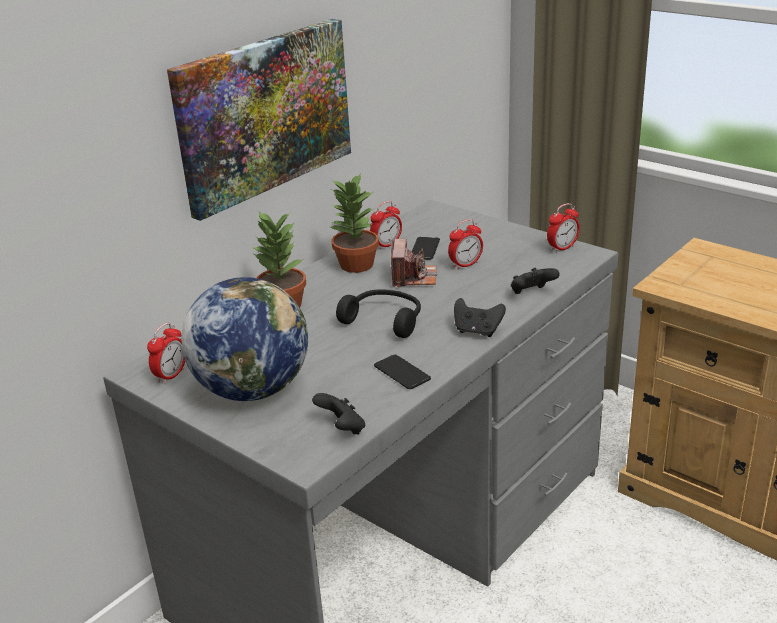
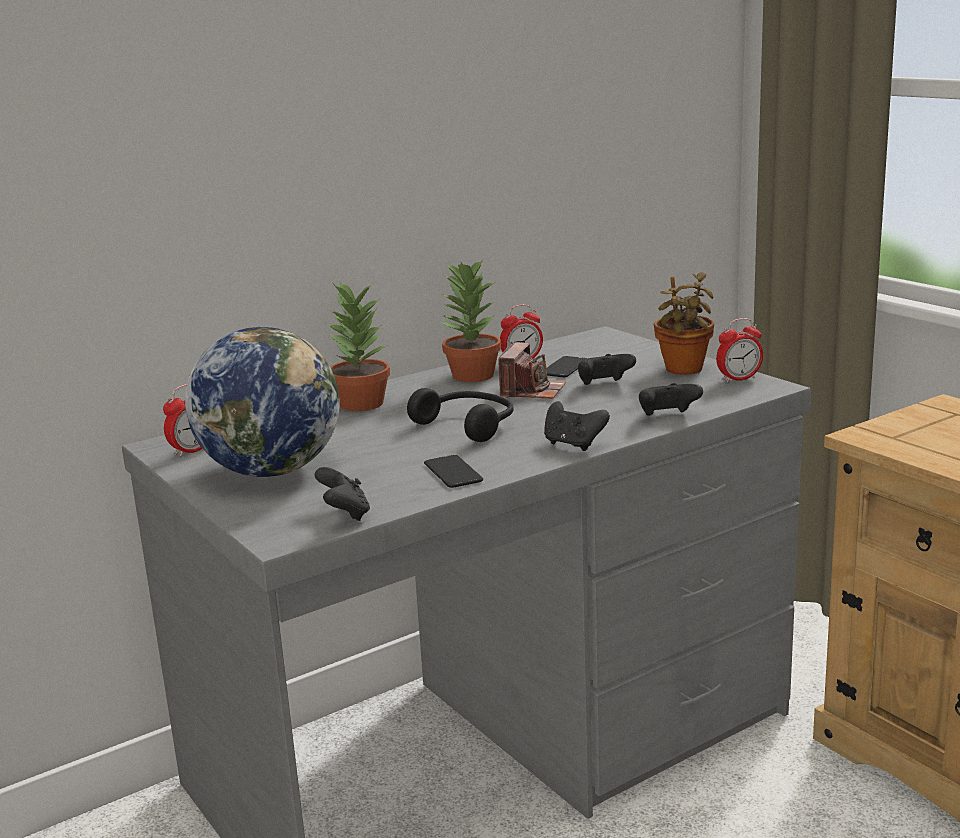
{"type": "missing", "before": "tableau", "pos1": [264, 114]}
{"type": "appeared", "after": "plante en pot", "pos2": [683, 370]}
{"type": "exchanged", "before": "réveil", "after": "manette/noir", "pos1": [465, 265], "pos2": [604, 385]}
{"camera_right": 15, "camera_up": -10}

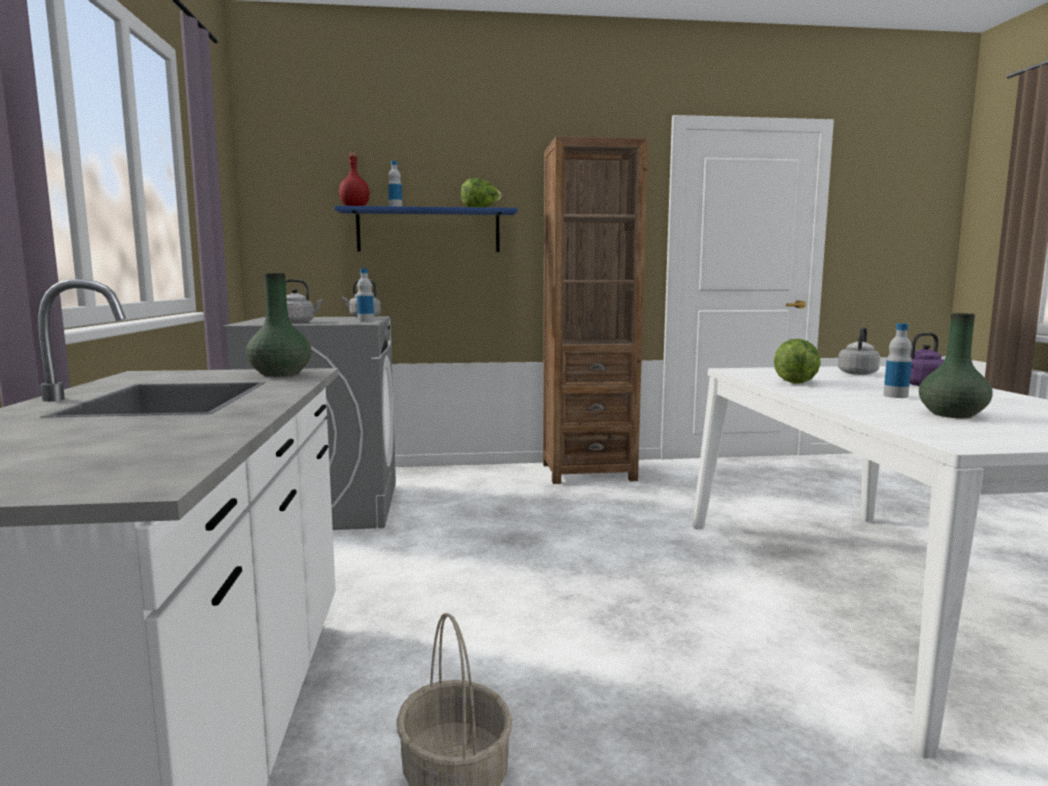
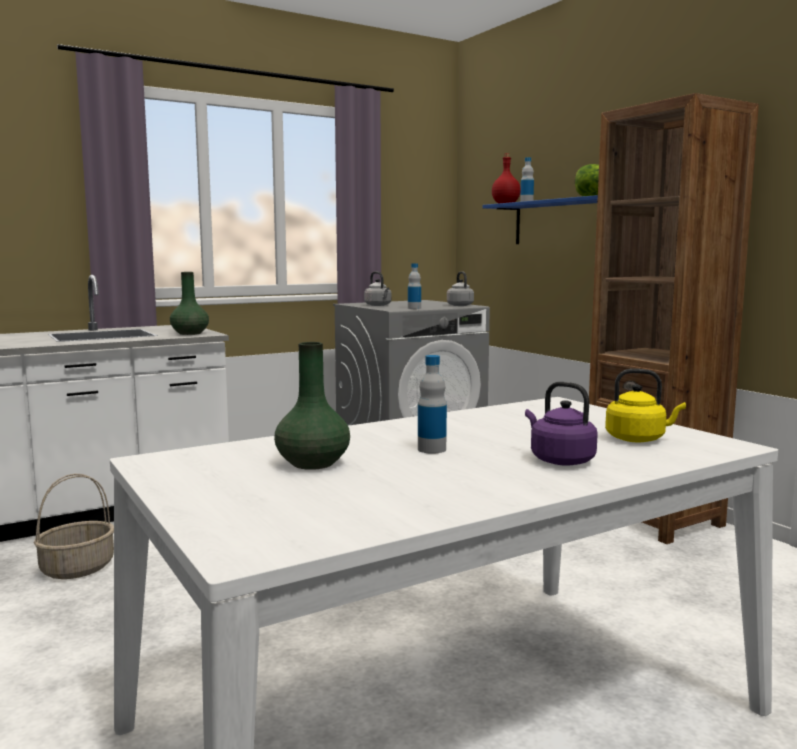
{"type": "missing", "before": "laitue", "pos1": [795, 382]}
{"type": "colour", "before": "bouilloire/gris", "after": "bouilloire/jaune", "pos1": [858, 373], "pos2": [638, 439]}
{"camera_right": 65, "camera_up": 0}

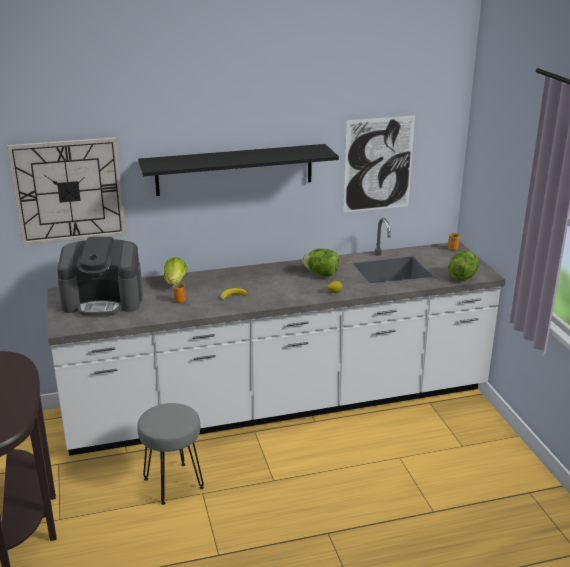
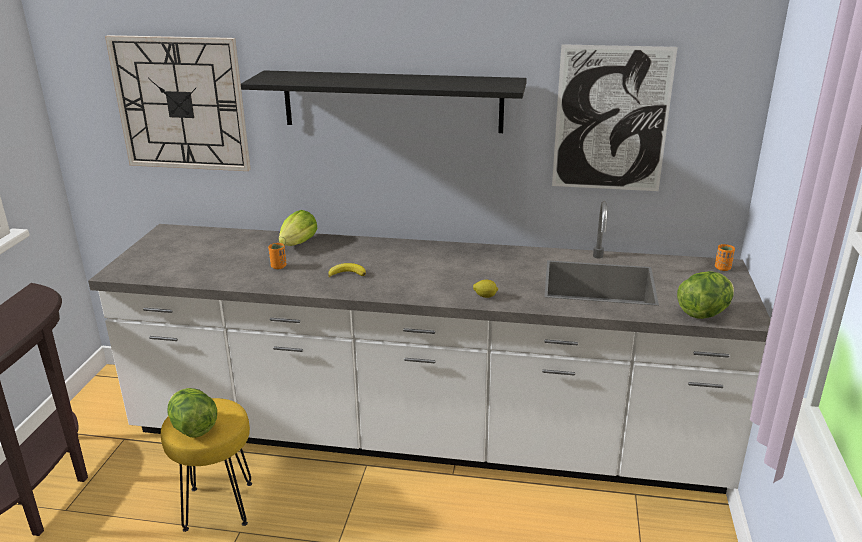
{"type": "missing", "before": "machine à café", "pos1": [104, 301]}
{"type": "relocated", "before": "laitue", "pos1": [321, 274], "pos2": [194, 428]}
{"type": "colour", "before": "tabouret/gris", "after": "tabouret/jaune", "pos1": [172, 483], "pos2": [218, 505]}
{"camera_right": 25, "camera_up": 0}

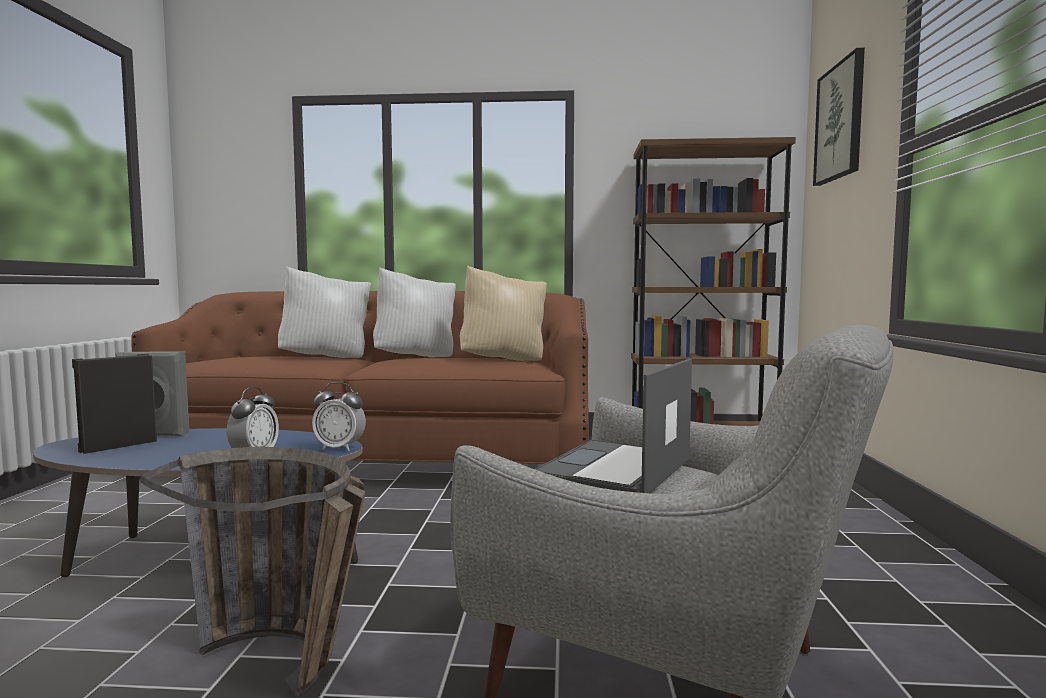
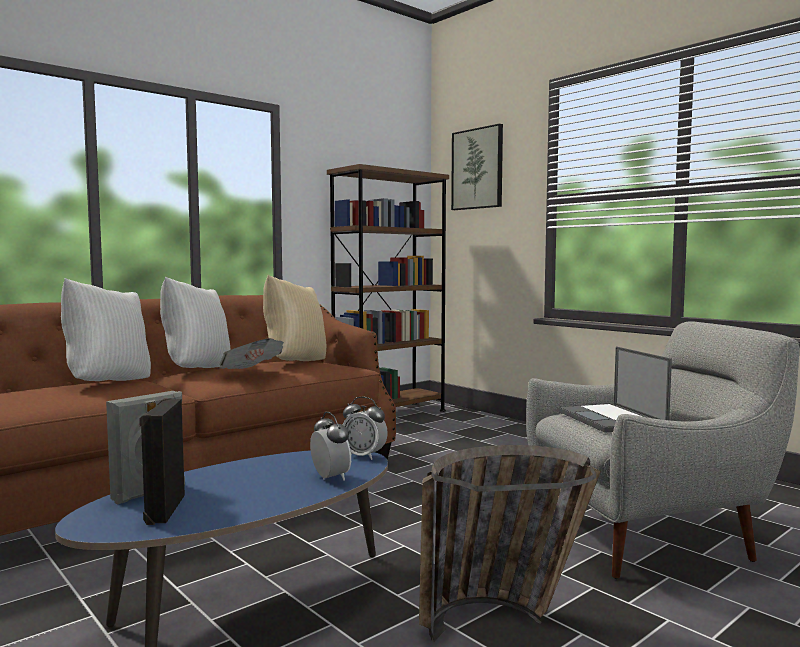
{"type": "appeared", "after": "journal", "pos2": [251, 373]}
{"type": "spun", "before": "réveil", "pos1": [340, 448], "pos2": [364, 456], "turn": 60}
{"camera_right": -45, "camera_up": 0}

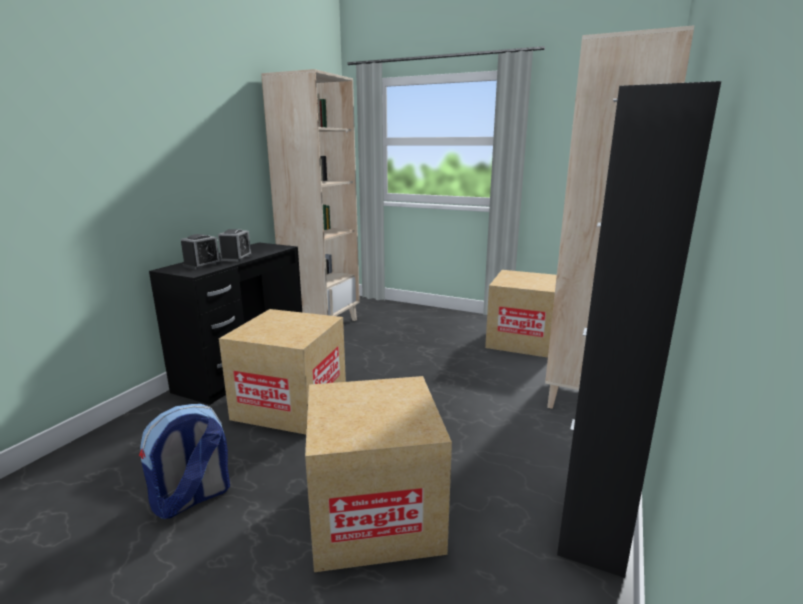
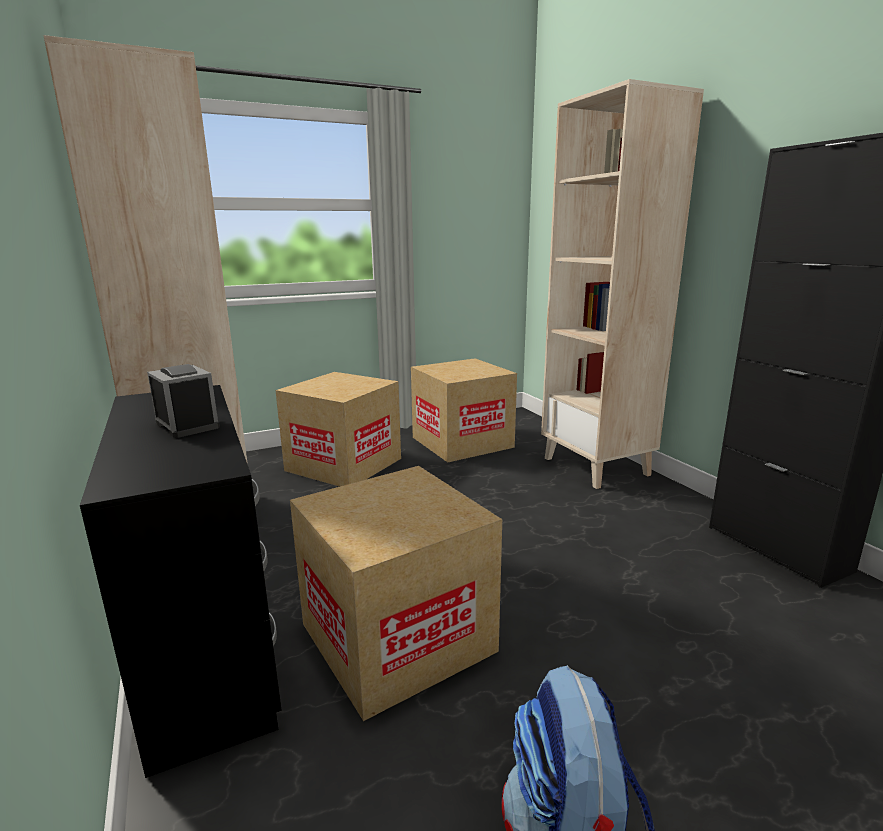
{"type": "missing", "before": "réveil", "pos1": [202, 265]}
{"type": "relocated", "before": "carton", "pos1": [375, 514], "pos2": [344, 464]}
{"camera_right": -50, "camera_up": 0}

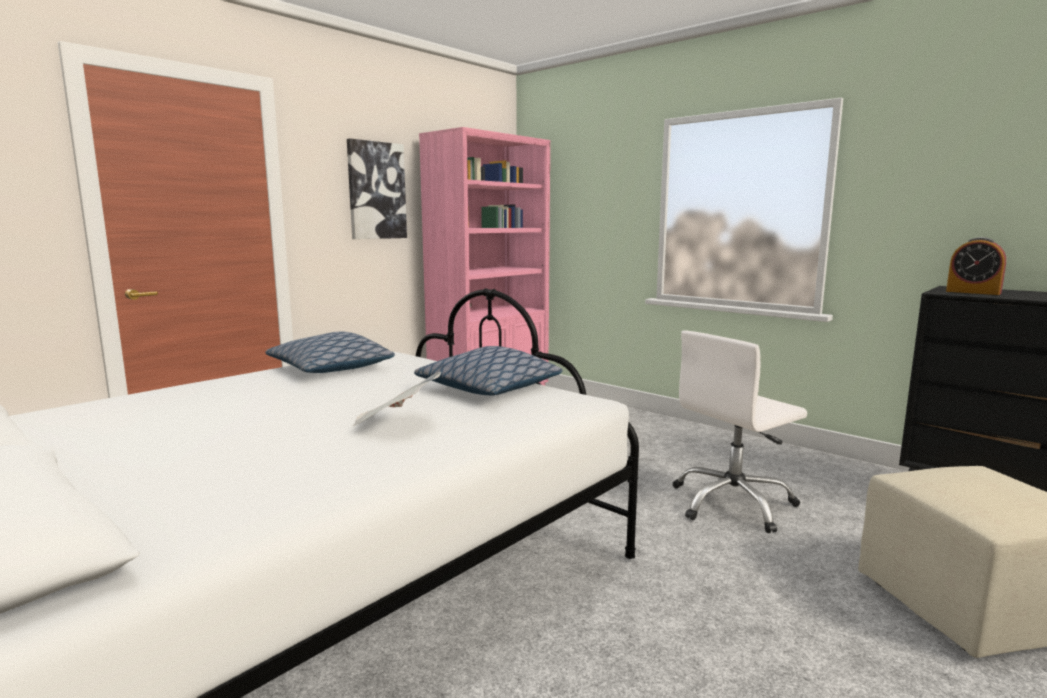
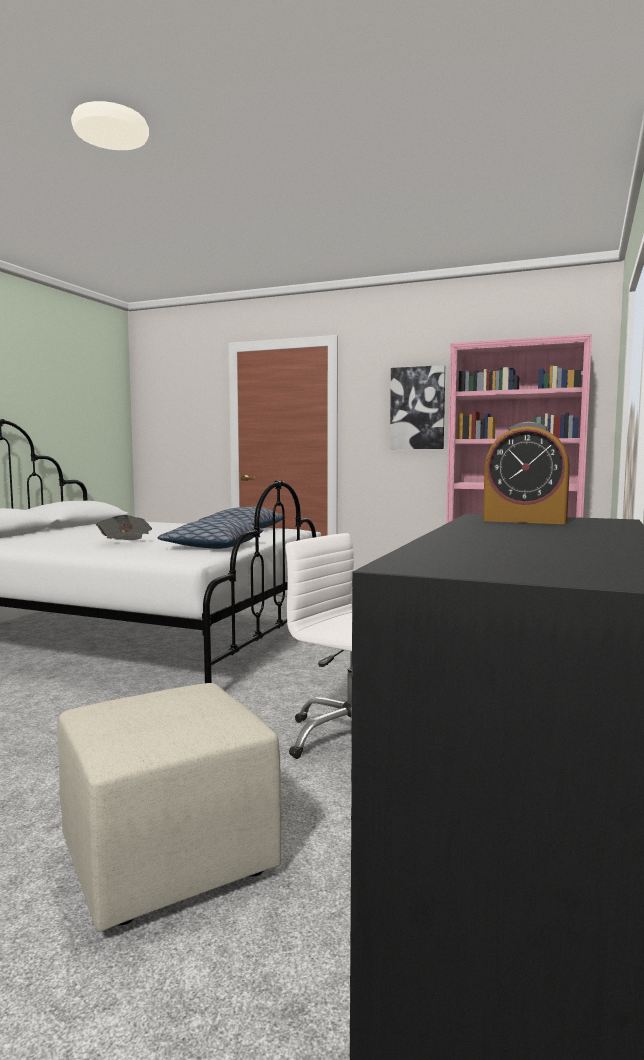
{"type": "spun", "before": "réveil", "pos1": [973, 292], "pos2": [524, 521], "turn": -90}
{"camera_right": 70, "camera_up": -5}

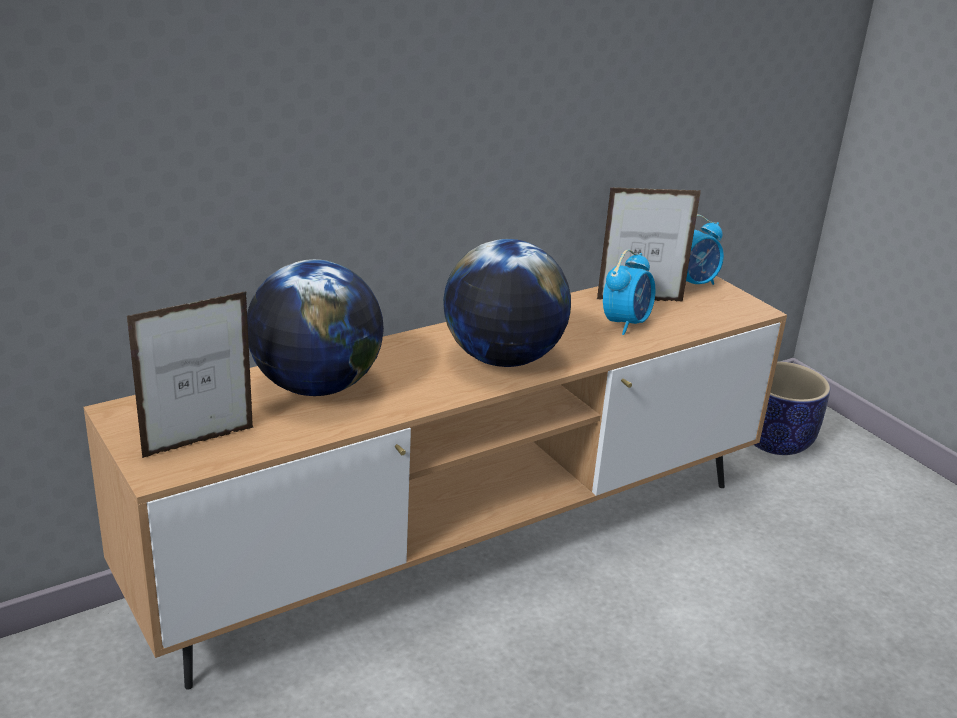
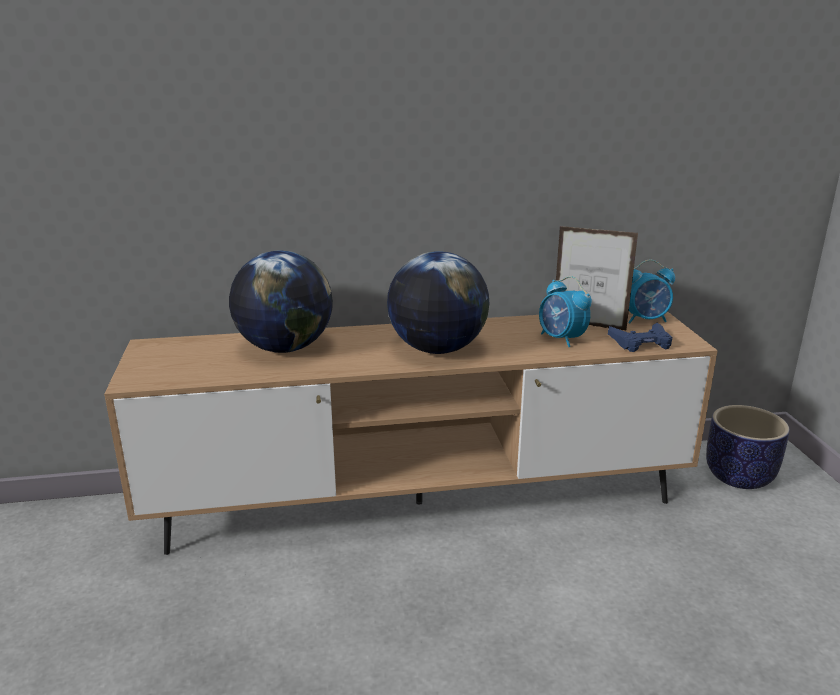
{"type": "missing", "before": "cadre photo", "pos1": [199, 442]}
{"type": "appeared", "after": "manette/bleu", "pos2": [641, 342]}
{"type": "spun", "before": "réveil", "pos1": [626, 323], "pos2": [561, 339], "turn": 90}
{"camera_right": 25, "camera_up": -5}

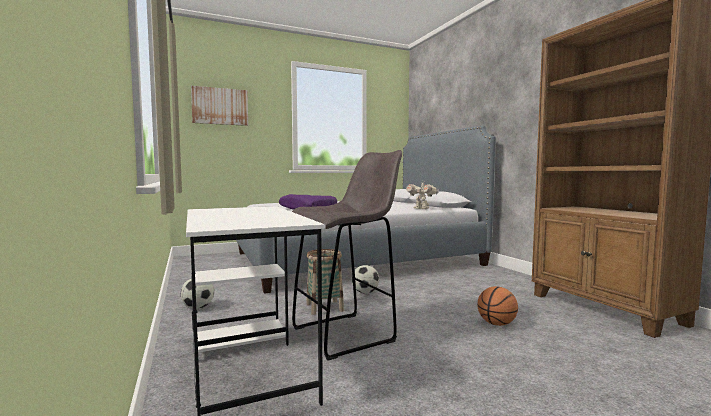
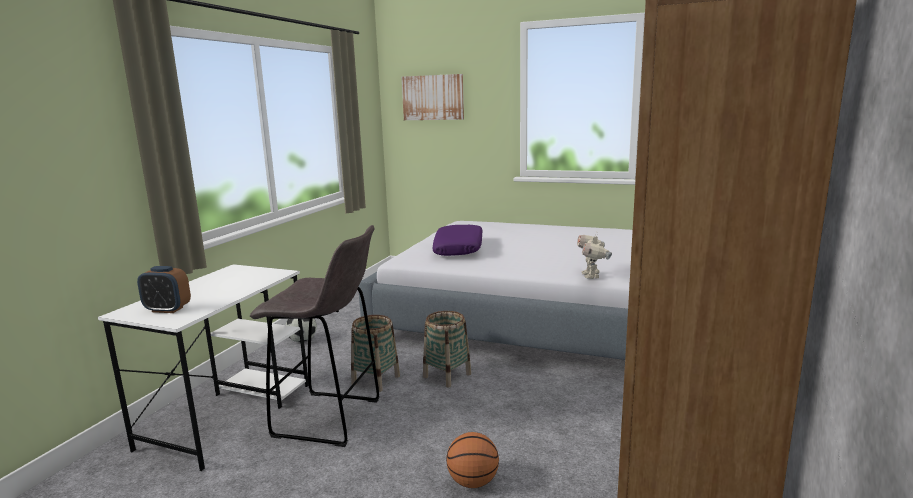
{"type": "appeared", "after": "réveil", "pos2": [167, 309]}
{"type": "exchanged", "before": "ballon de foot", "after": "panier", "pos1": [365, 292], "pos2": [447, 375]}
{"camera_right": 45, "camera_up": 10}

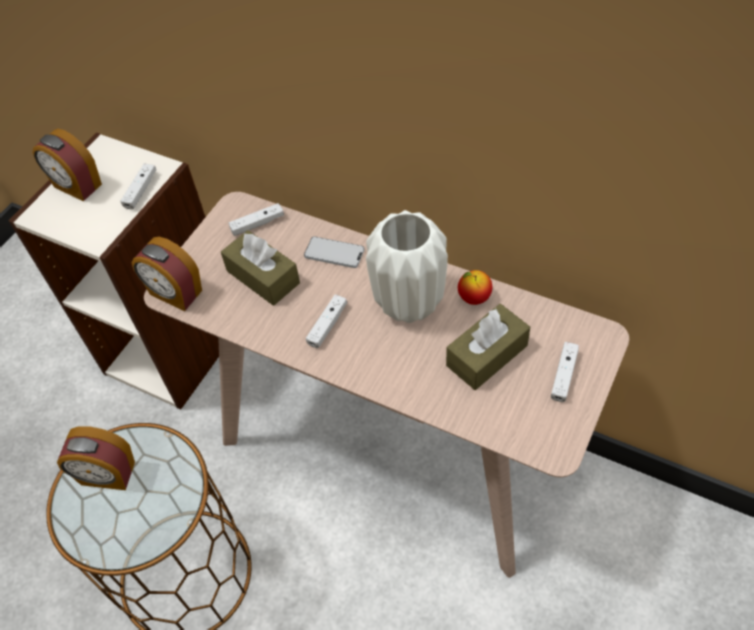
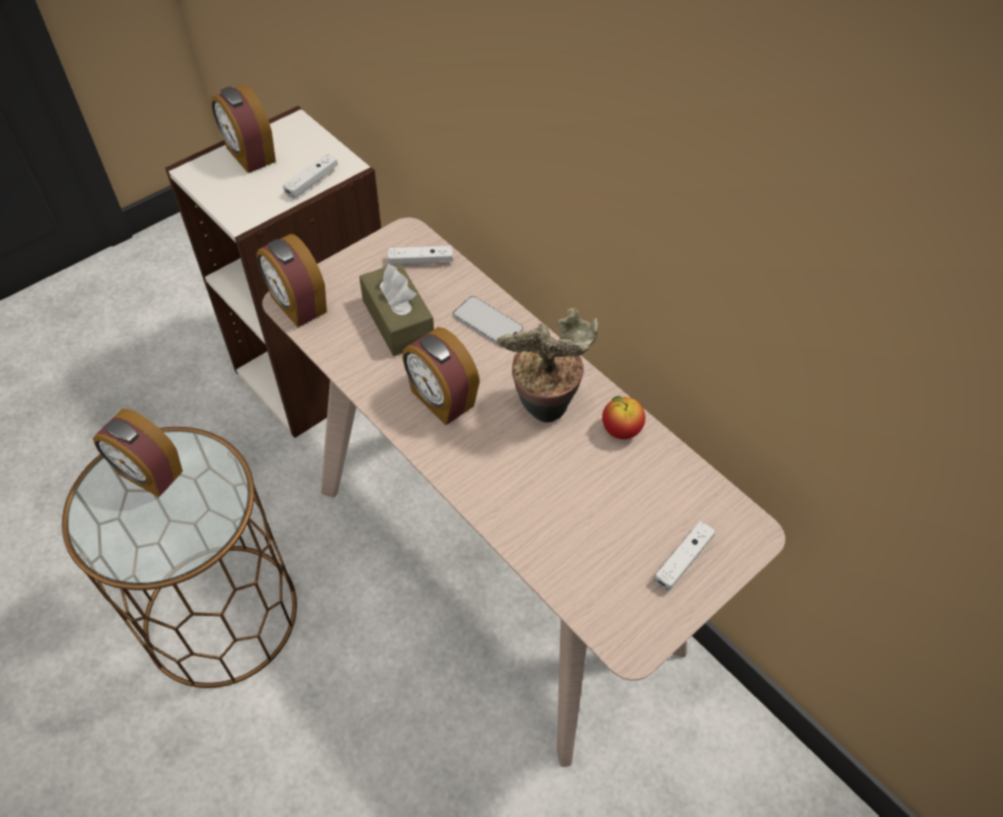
{"type": "missing", "before": "boîte à mouchoirs/marron", "pos1": [487, 355]}
{"type": "exchanged", "before": "manette/blanc", "after": "réveil", "pos1": [327, 325], "pos2": [441, 399]}
{"type": "exchanged", "before": "vase/blanc", "after": "plante en pot", "pos1": [409, 304], "pos2": [543, 410]}
{"camera_right": 15, "camera_up": 0}

